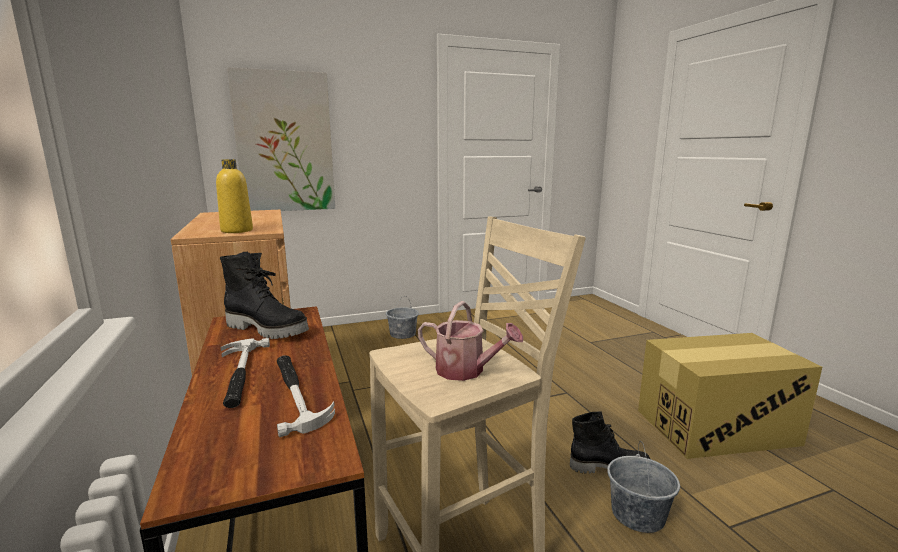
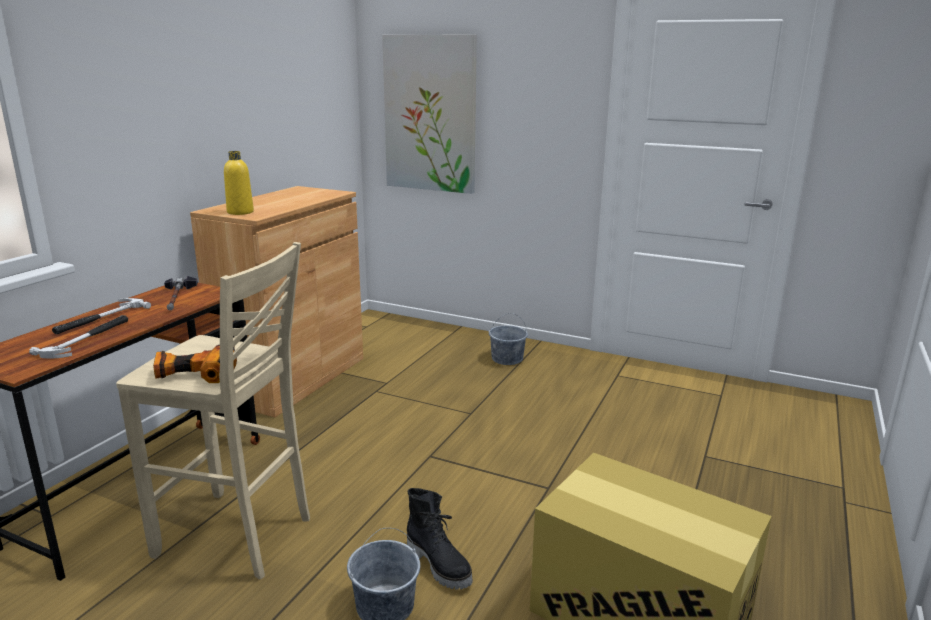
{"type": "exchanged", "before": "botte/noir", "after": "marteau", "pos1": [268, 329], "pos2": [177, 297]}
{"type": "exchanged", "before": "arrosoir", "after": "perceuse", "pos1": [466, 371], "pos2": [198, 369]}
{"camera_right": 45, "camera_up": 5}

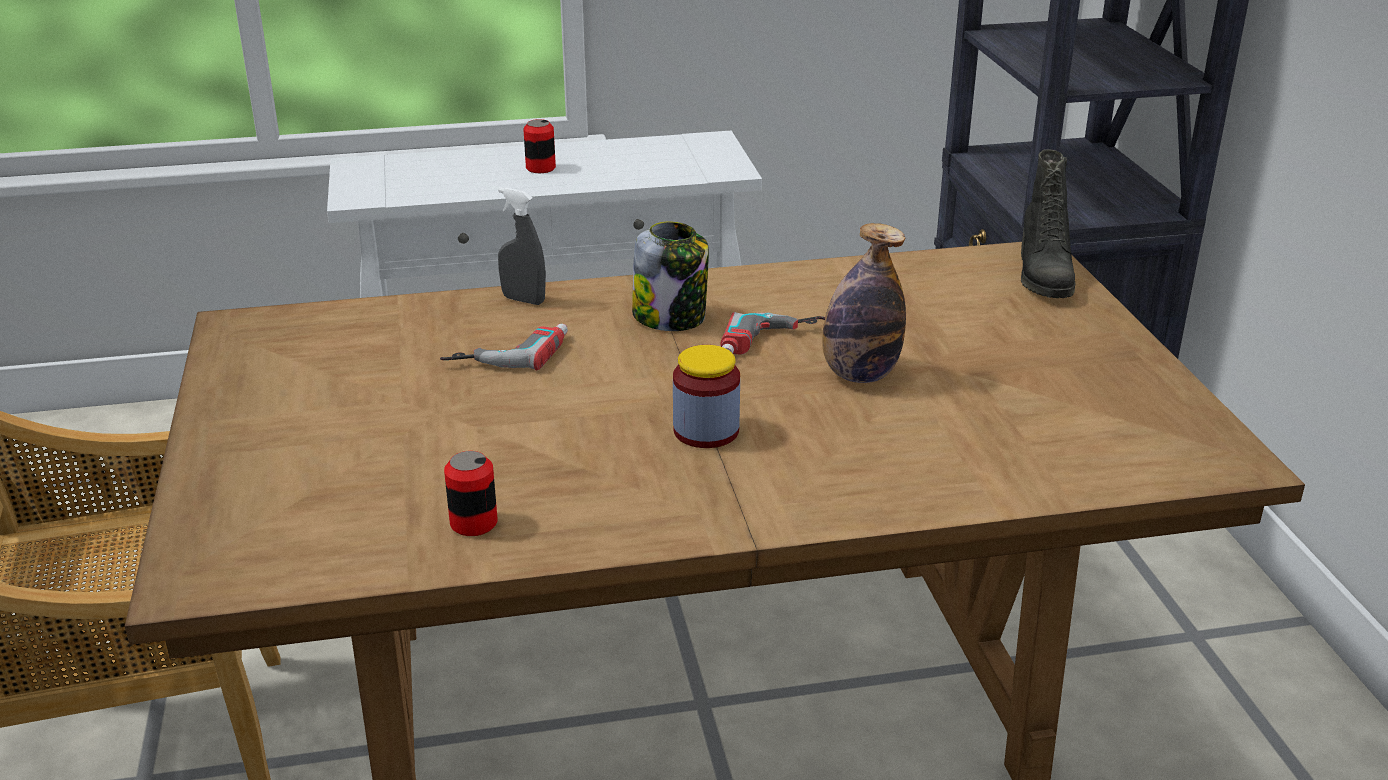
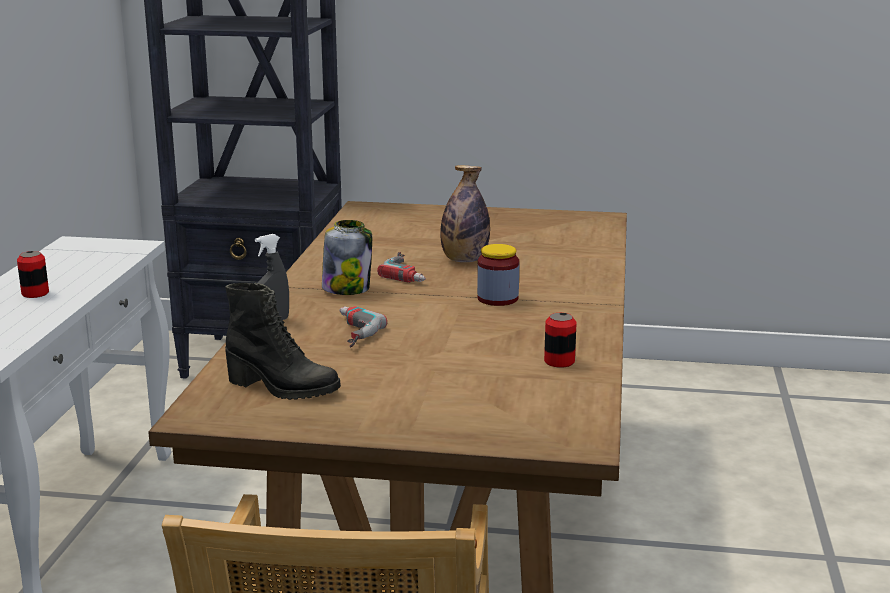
{"type": "relocated", "before": "botte/noir", "pos1": [1042, 277], "pos2": [282, 388]}
{"camera_right": -70, "camera_up": -10}

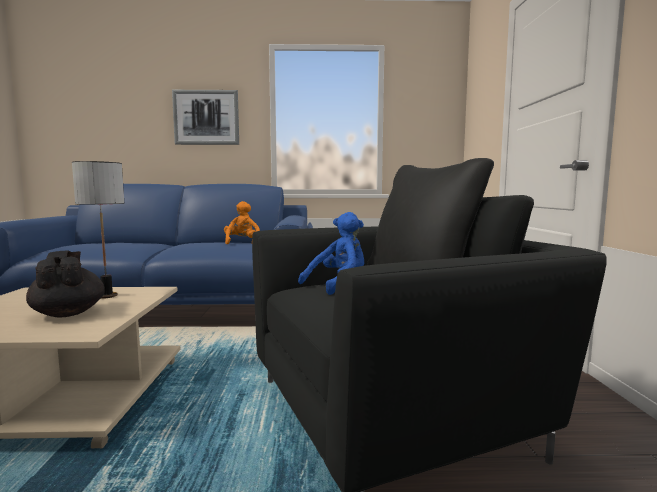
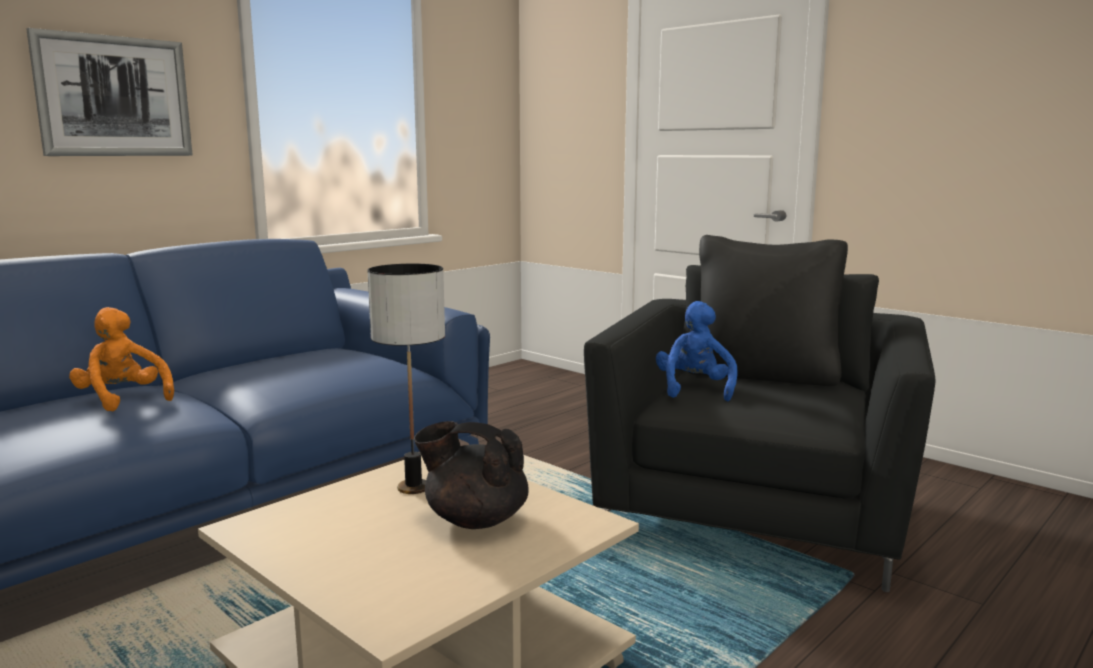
{"type": "relocated", "before": "peluche/orange", "pos1": [242, 243], "pos2": [123, 399]}
{"camera_right": -45, "camera_up": 5}

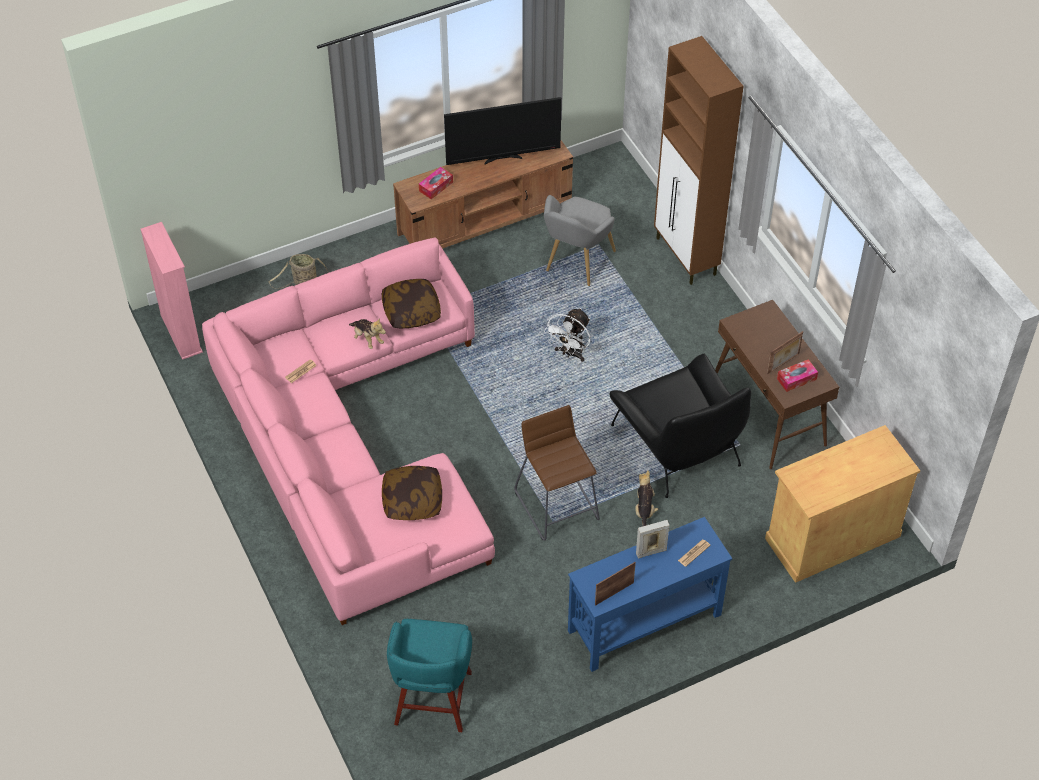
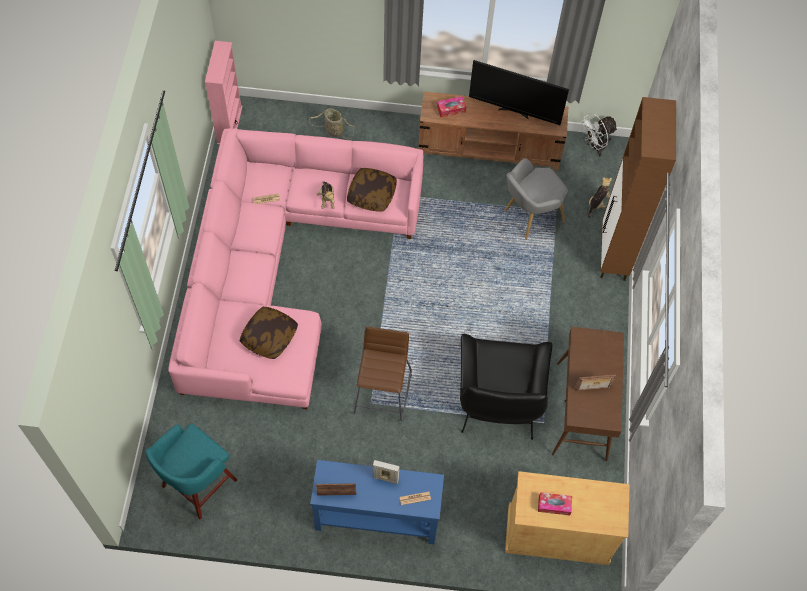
{"type": "relocated", "before": "ventilateur/blanc", "pos1": [570, 353], "pos2": [595, 146]}
{"type": "relocated", "before": "peluche", "pos1": [644, 510], "pos2": [597, 203]}
{"type": "relocated", "before": "boîte à mouchoirs", "pos1": [796, 379], "pos2": [554, 505]}
{"camera_right": 30, "camera_up": 10}

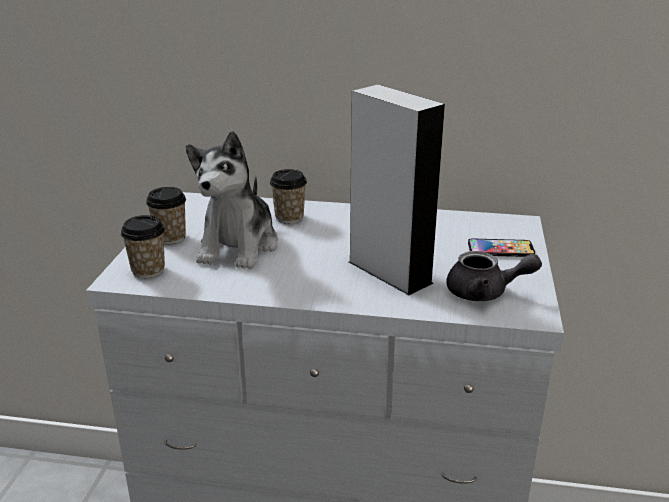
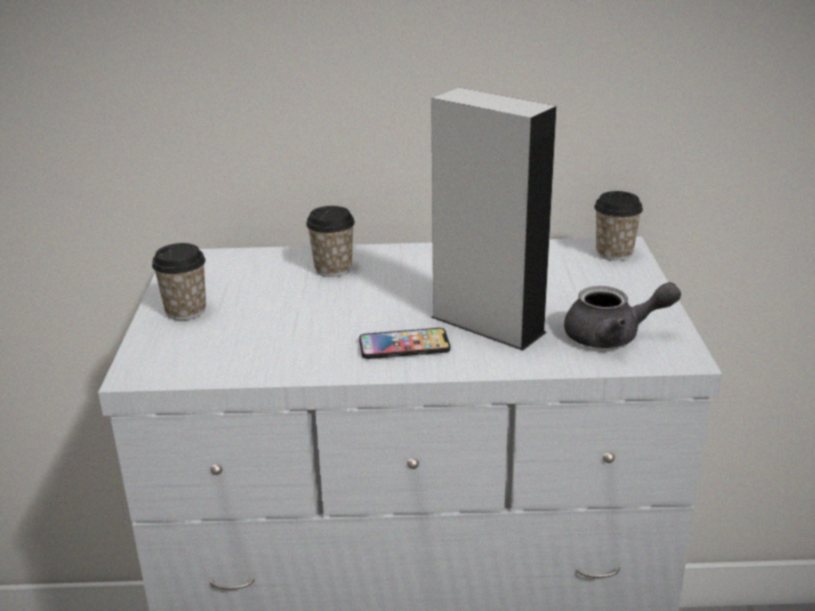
{"type": "missing", "before": "peluche", "pos1": [239, 246]}
{"type": "relocated", "before": "tasse", "pos1": [148, 270], "pos2": [614, 253]}
{"type": "relocated", "before": "téléphone", "pos1": [500, 249], "pos2": [404, 345]}
{"camera_right": -10, "camera_up": 0}

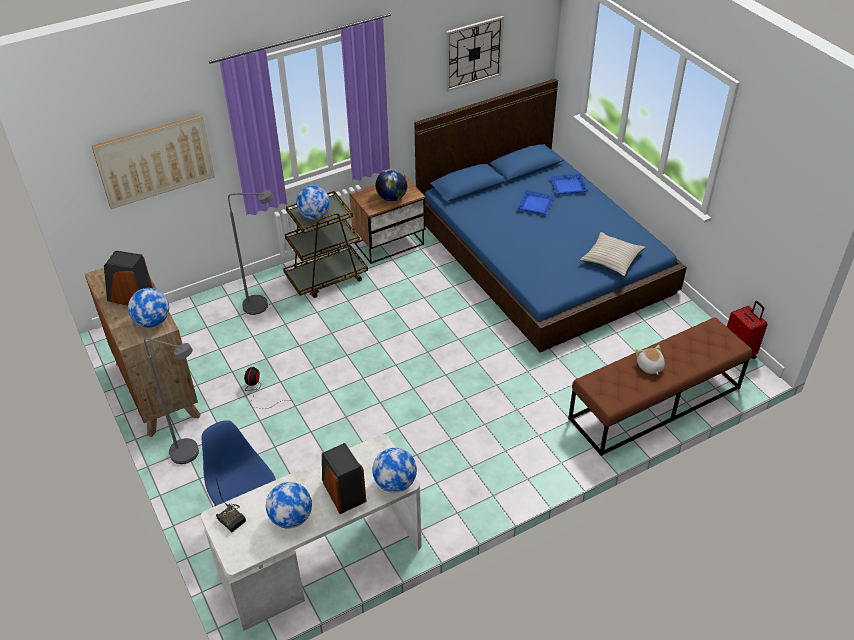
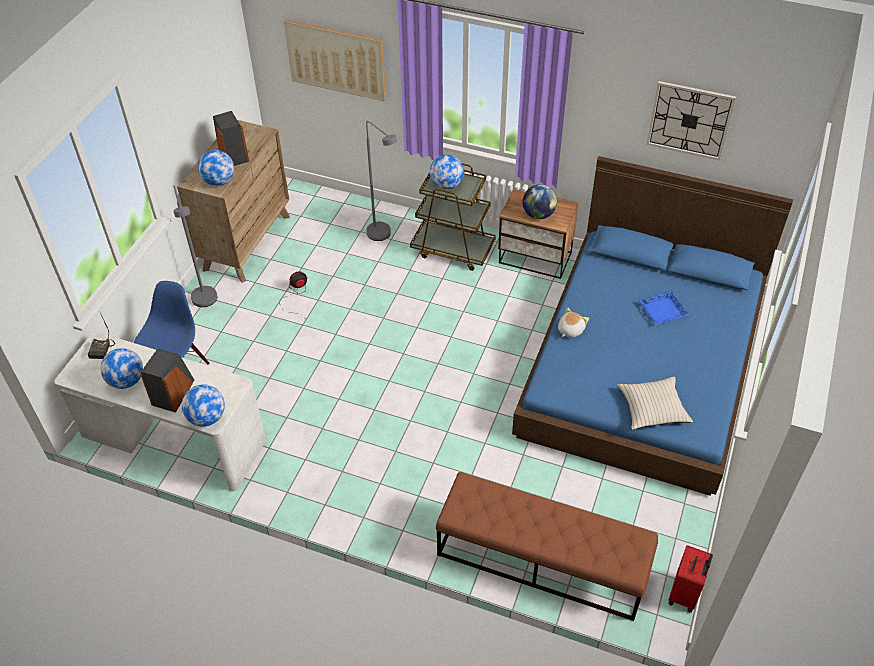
{"type": "missing", "before": "plateau/bleu", "pos1": [568, 186]}
{"type": "relocated", "before": "peluche", "pos1": [649, 366], "pos2": [570, 330]}
{"camera_right": 50, "camera_up": 5}

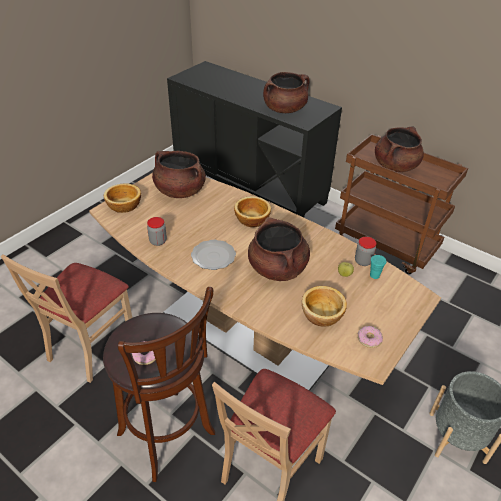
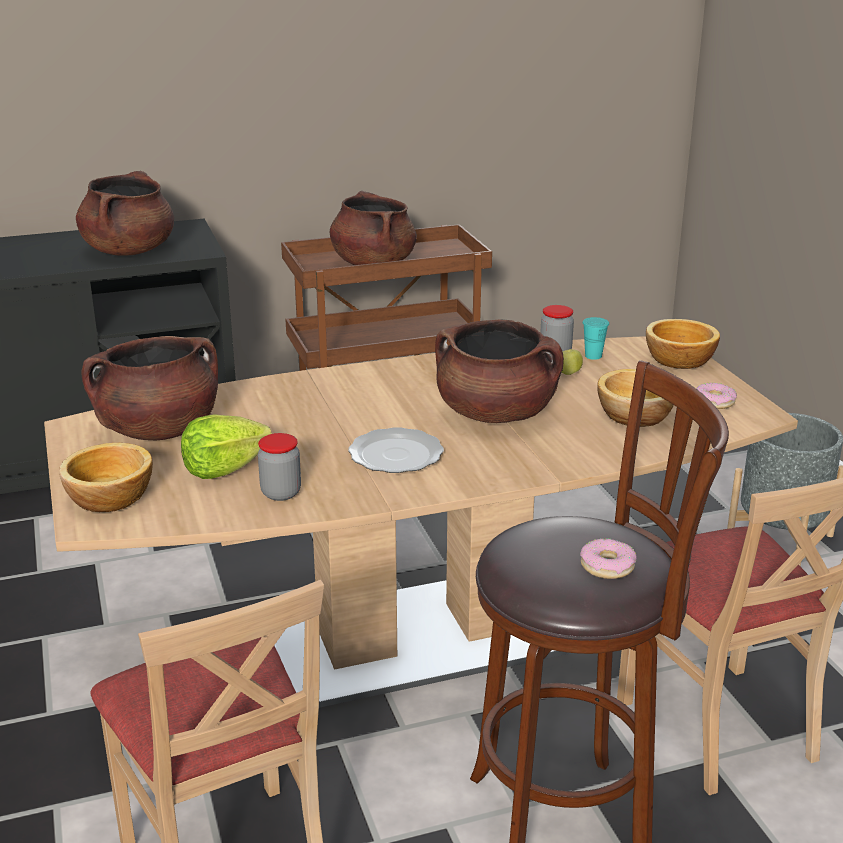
{"type": "appeared", "after": "laitue", "pos2": [224, 469]}
{"type": "relocated", "before": "bol", "pos1": [251, 219], "pos2": [678, 360]}
{"camera_right": -55, "camera_up": -15}

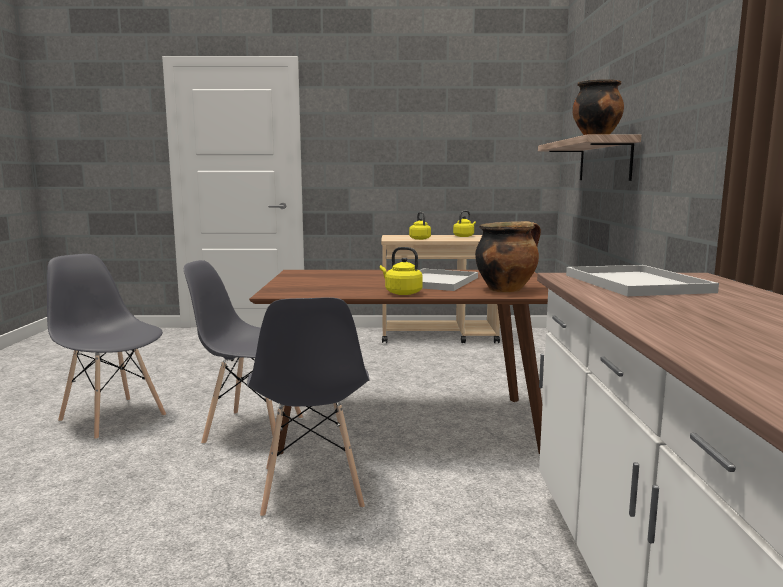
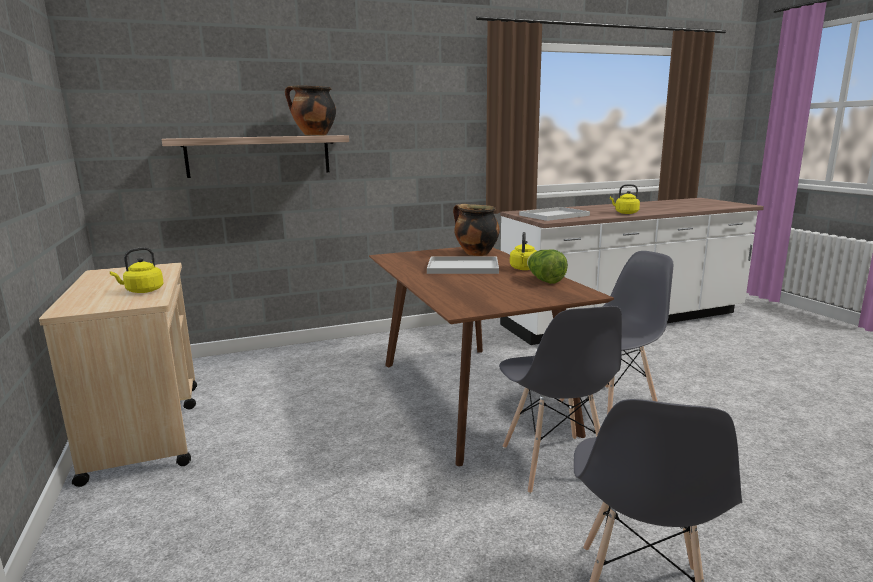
{"type": "appeared", "after": "laitue", "pos2": [544, 280]}
{"type": "relocated", "before": "bouilloire/jaune", "pos1": [464, 236], "pos2": [625, 213]}
{"camera_right": -110, "camera_up": 5}

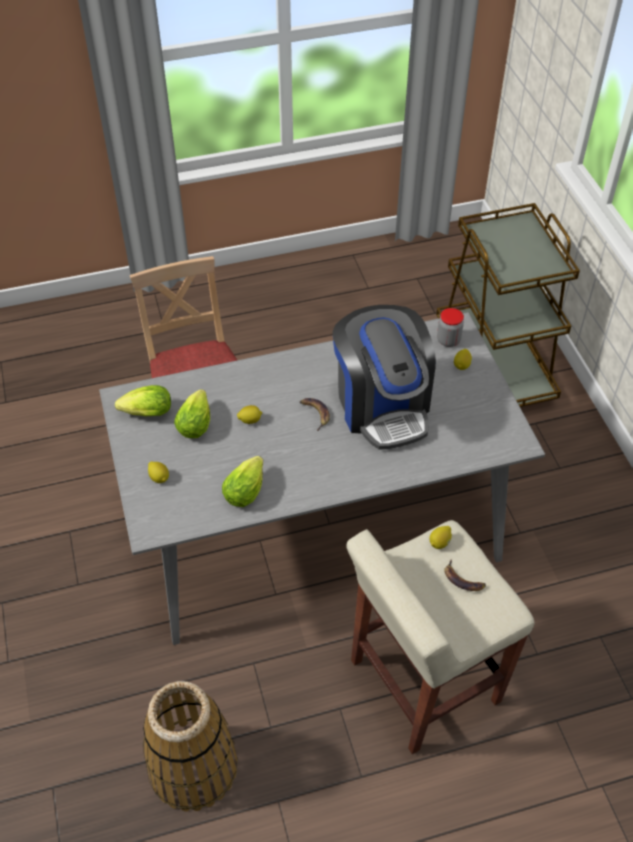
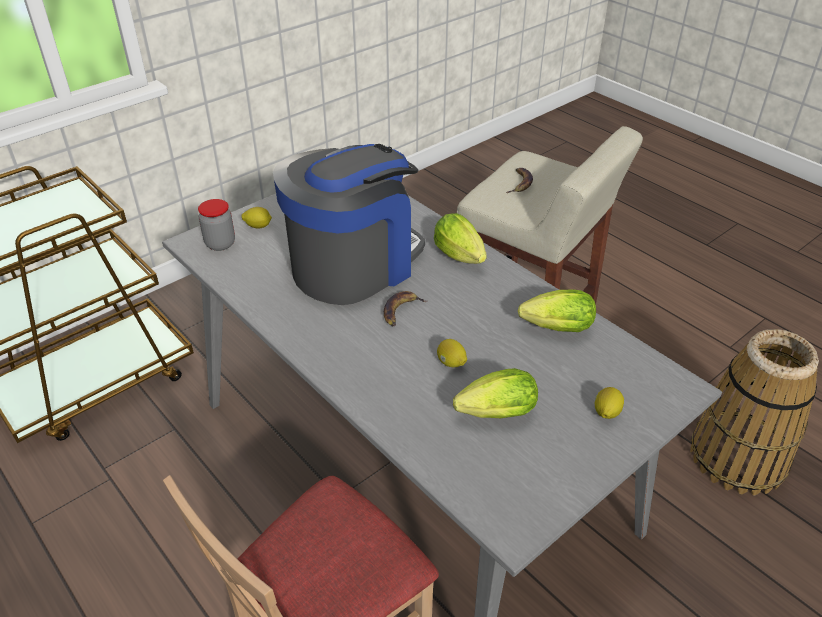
{"type": "missing", "before": "citron", "pos1": [440, 542]}
{"type": "relocated", "before": "laitue", "pos1": [144, 413], "pos2": [462, 258]}
{"camera_right": -115, "camera_up": -10}

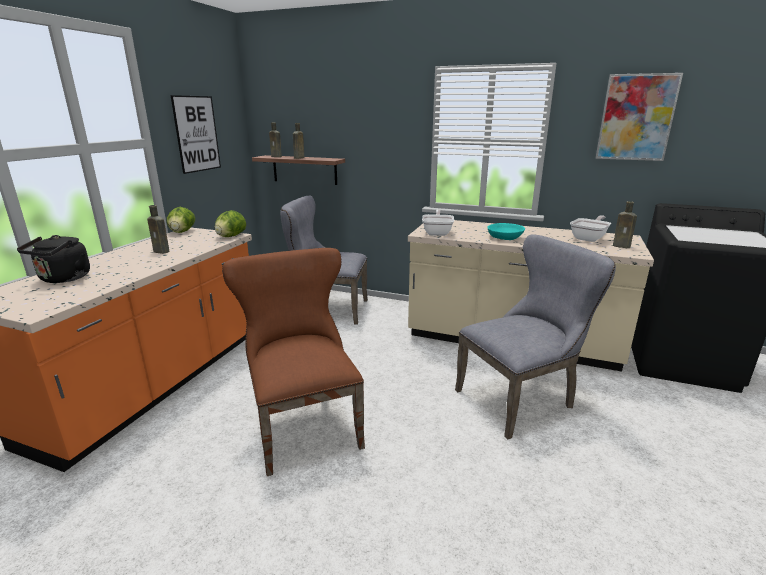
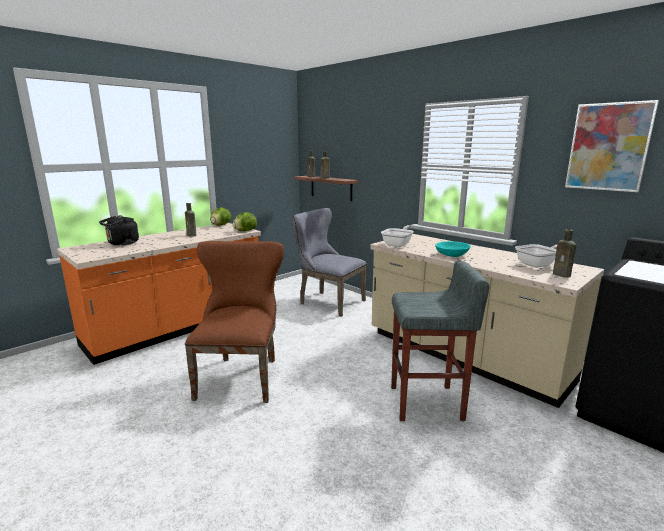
{"type": "missing", "before": "tableau", "pos1": [197, 134]}
{"type": "exchanged", "before": "chaise/gris", "after": "tabouret/gris", "pos1": [521, 398], "pos2": [427, 403]}
{"camera_right": 25, "camera_up": -5}

